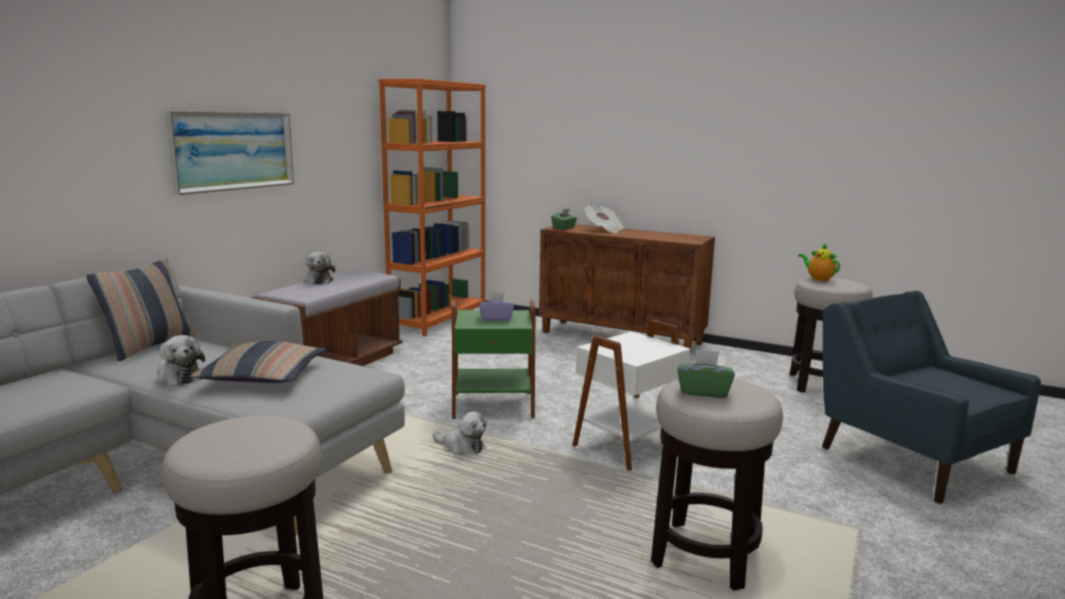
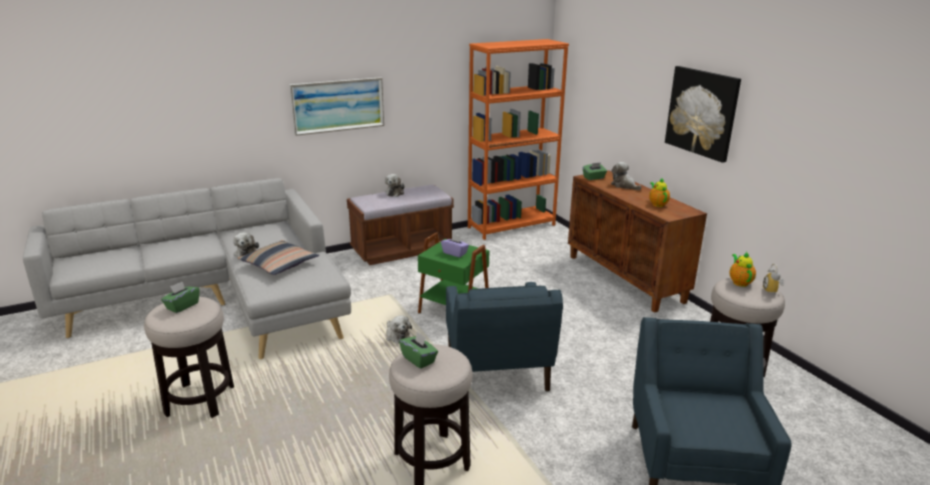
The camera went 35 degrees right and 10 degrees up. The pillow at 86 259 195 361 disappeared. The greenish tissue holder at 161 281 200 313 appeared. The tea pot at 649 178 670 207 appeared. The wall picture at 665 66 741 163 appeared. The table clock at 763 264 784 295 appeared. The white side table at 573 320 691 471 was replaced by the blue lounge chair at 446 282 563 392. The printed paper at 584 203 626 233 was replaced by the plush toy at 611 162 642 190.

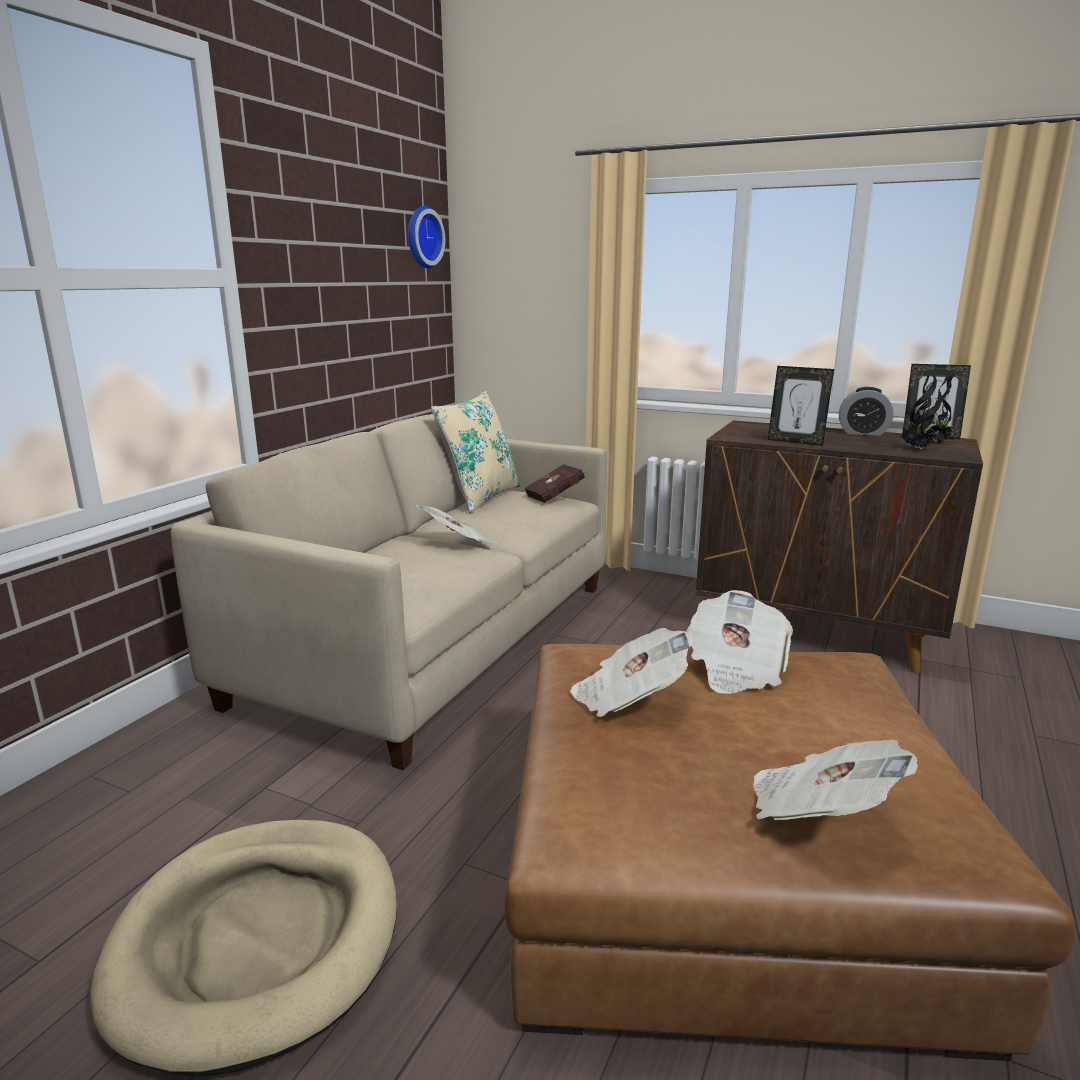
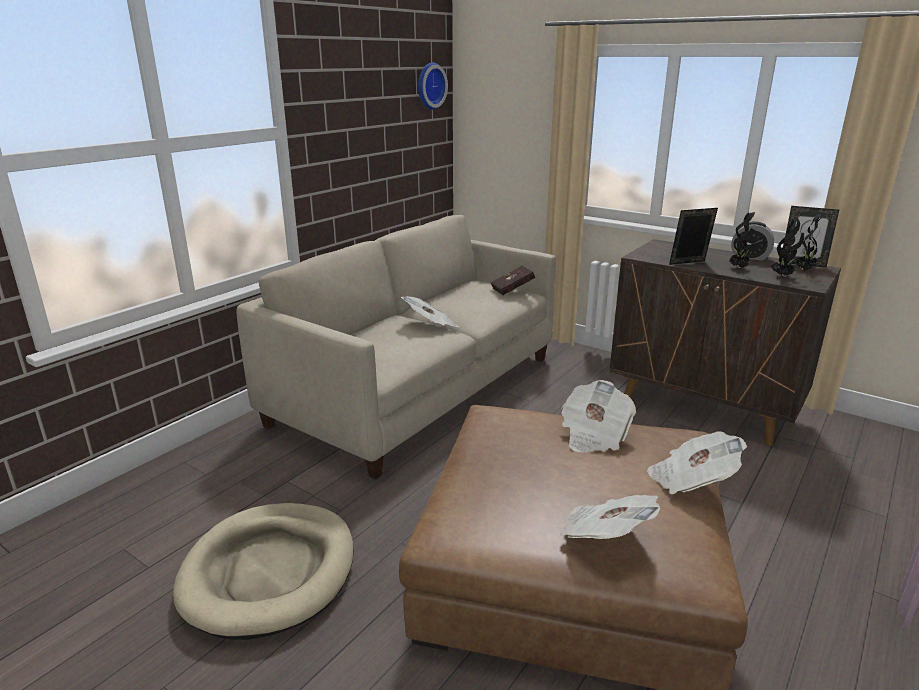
The camera went 10 degrees right and 5 degrees up. The beige pillow at 431 391 520 514 disappeared. The houseplant at 729 212 755 269 appeared. The printed paper moved from 570 628 695 717 to 647 431 747 495. The standing frame at 768 366 834 446 turned 120 degrees clockwise.

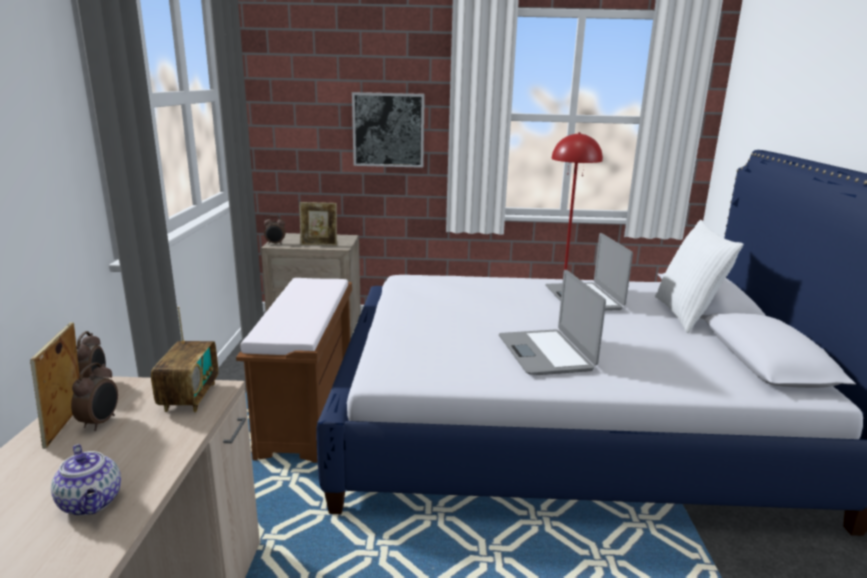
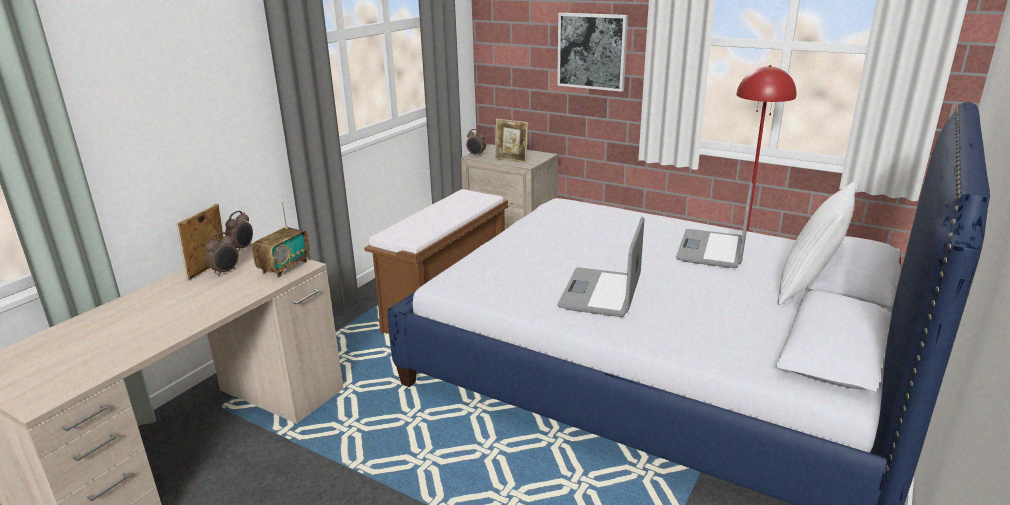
The camera went 30 degrees right and 5 degrees up. The tea pot at 51 444 121 516 disappeared.

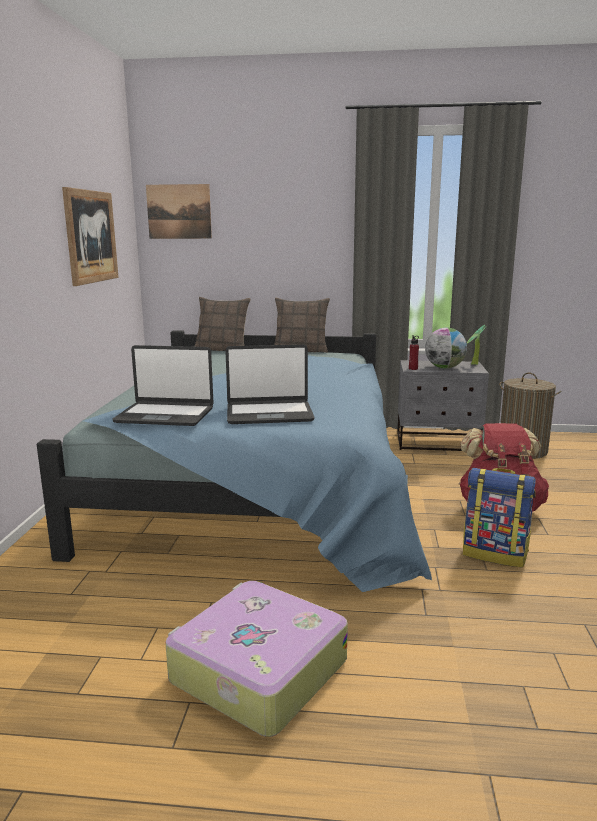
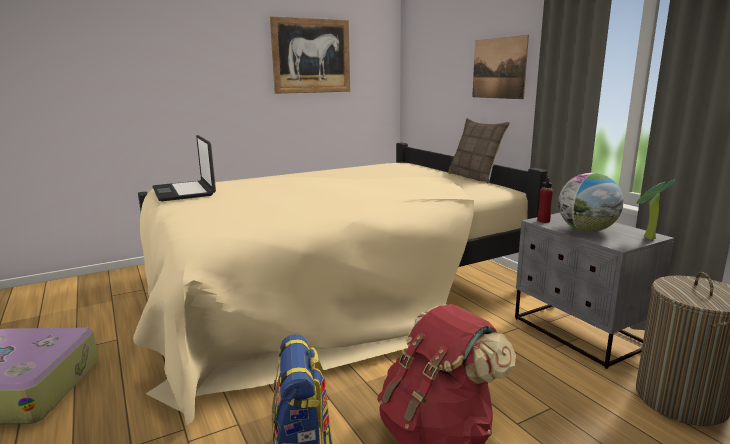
The camera went 55 degrees right and 0 degrees up. The pillow at 194 297 251 351 disappeared. The portable computer at 225 344 315 424 disappeared. The wall picture moved from 146 184 212 239 to 472 35 529 99. The blue bedroom bed at 37 330 432 592 became the beige bedroom bed at 133 142 547 425.

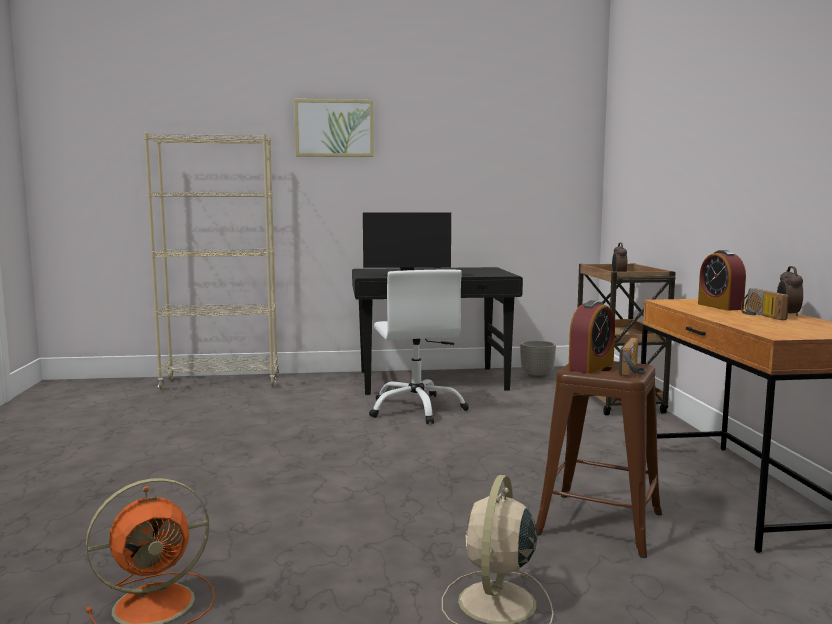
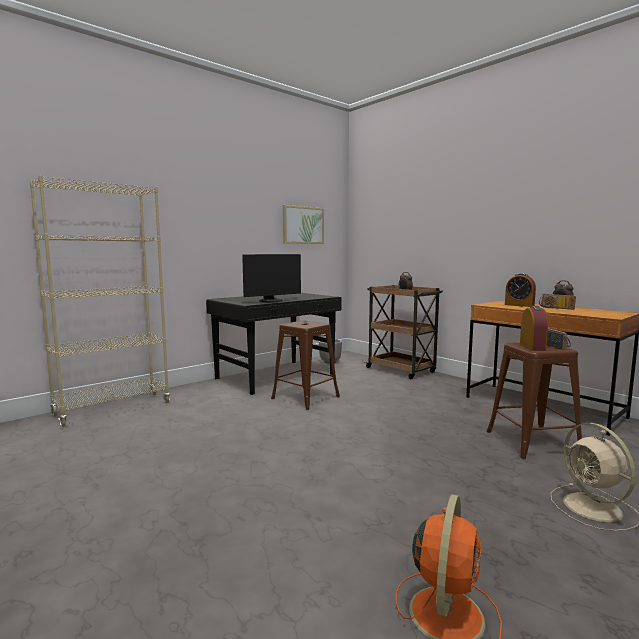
The camera went 35 degrees left and 0 degrees up. The wall picture moved from 294 99 374 157 to 283 205 324 244. The white office chair at 369 270 469 424 was replaced by the brown stool seat at 271 321 340 410.

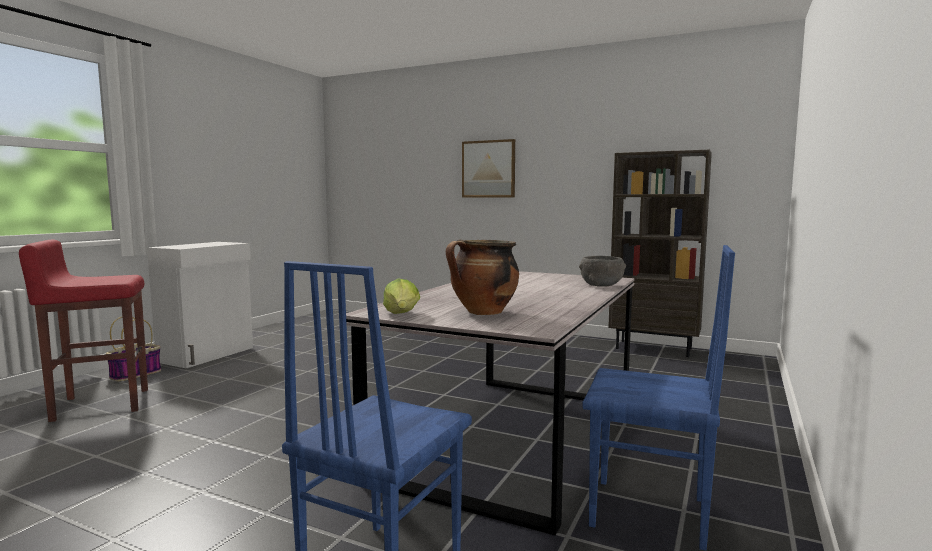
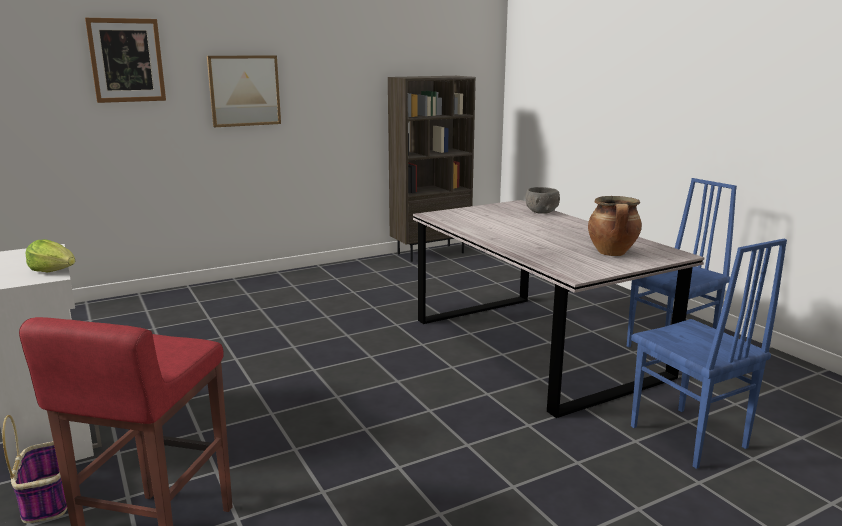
The camera went 55 degrees left and 10 degrees up. The wall picture at 85 18 166 103 appeared. The head of lettuce moved from 383 279 420 314 to 25 239 76 272.

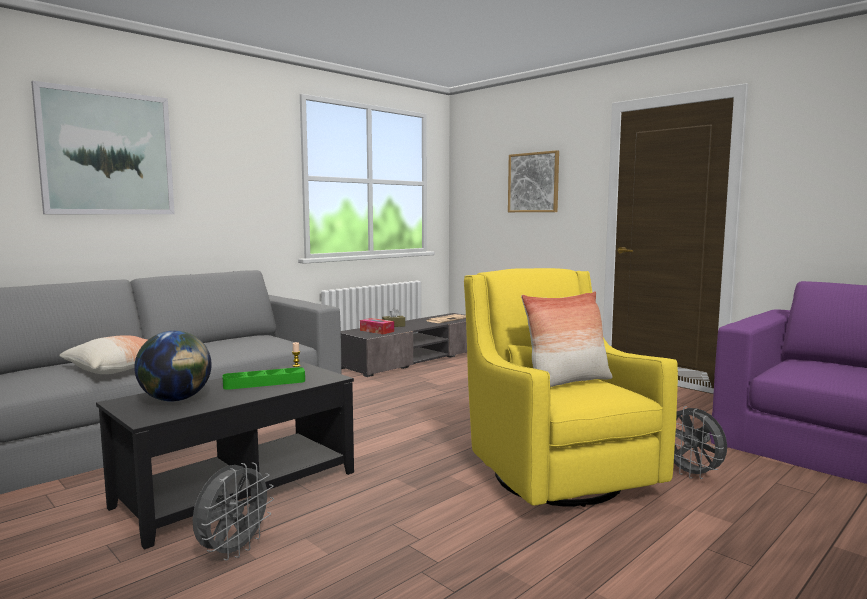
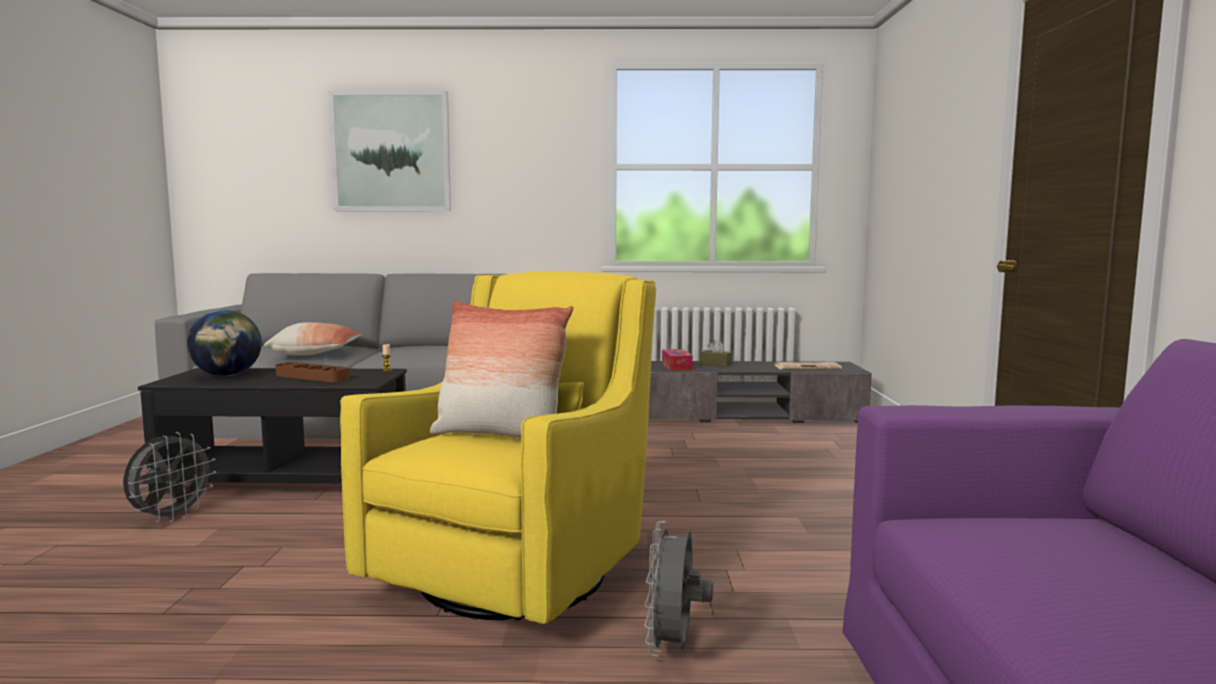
The camera went 45 degrees right and 0 degrees up. The wall picture at 508 150 559 212 disappeared. The greenish carrying tray at 222 367 305 390 became the brown carrying tray at 275 362 349 382. The grey fan at 193 462 274 561 turned 45 degrees counterclockwise.

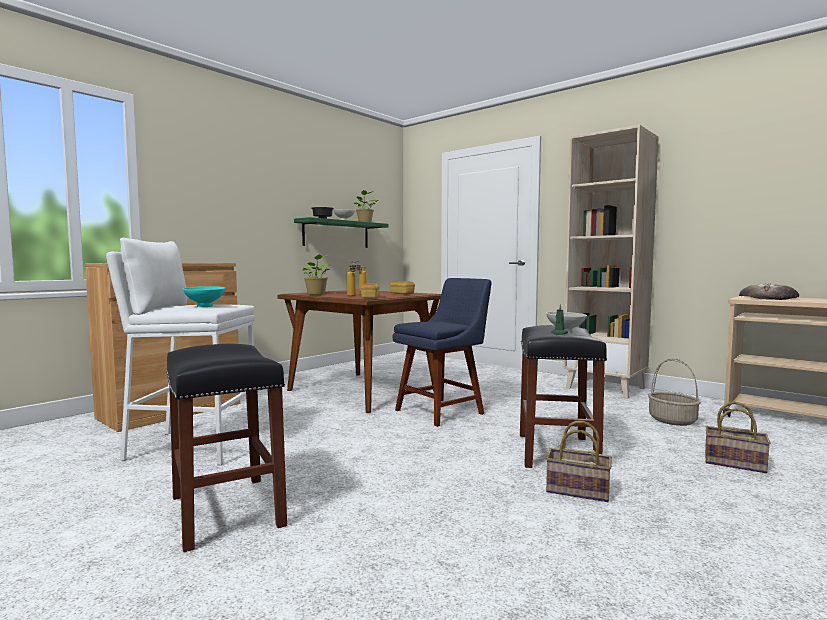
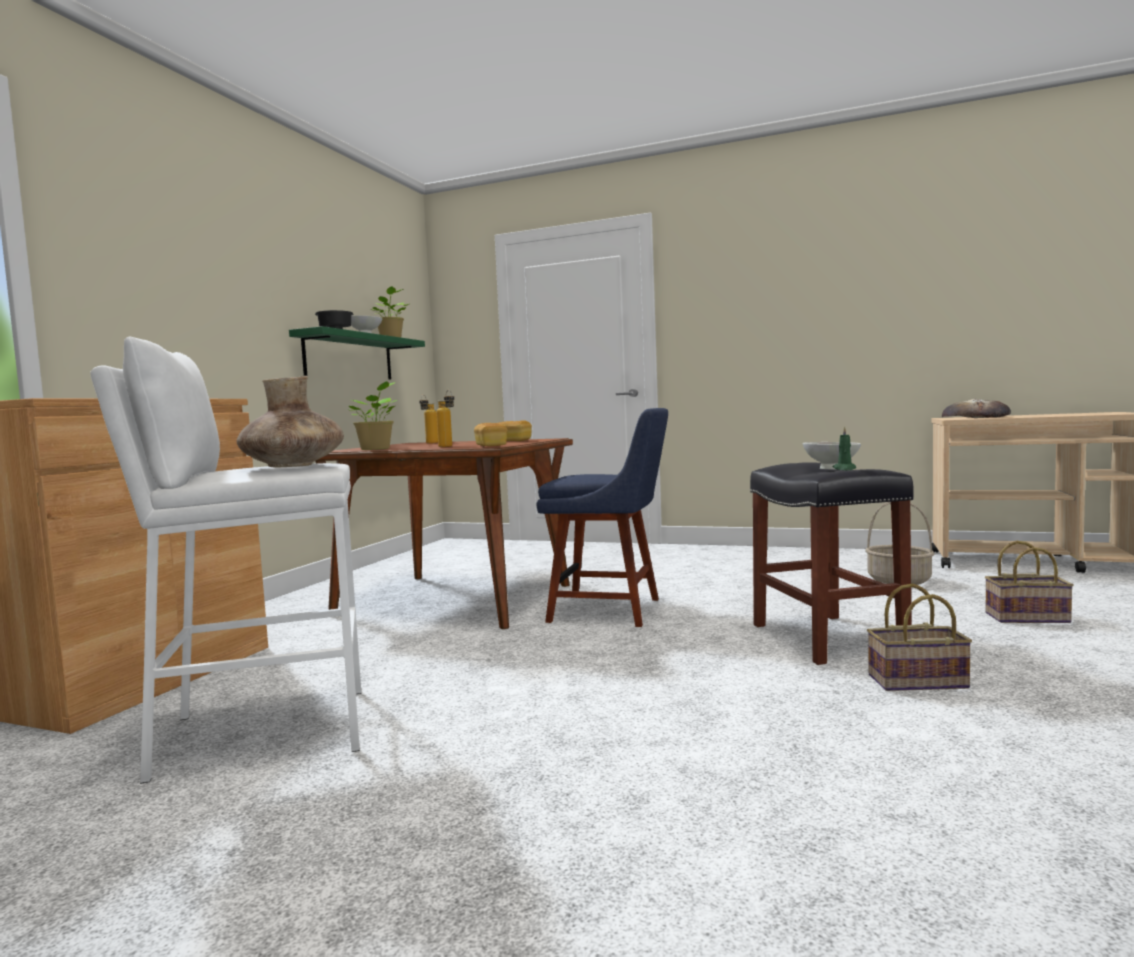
The camera went 20 degrees left and 0 degrees up. The black stool seat at 166 344 287 552 disappeared. The beige shelving unit at 563 125 659 399 disappeared. The blue-green serving bowl at 183 286 225 307 was replaced by the brown flower vase at 236 376 344 467. The blue chair at 392 278 492 427 turned 75 degrees clockwise.

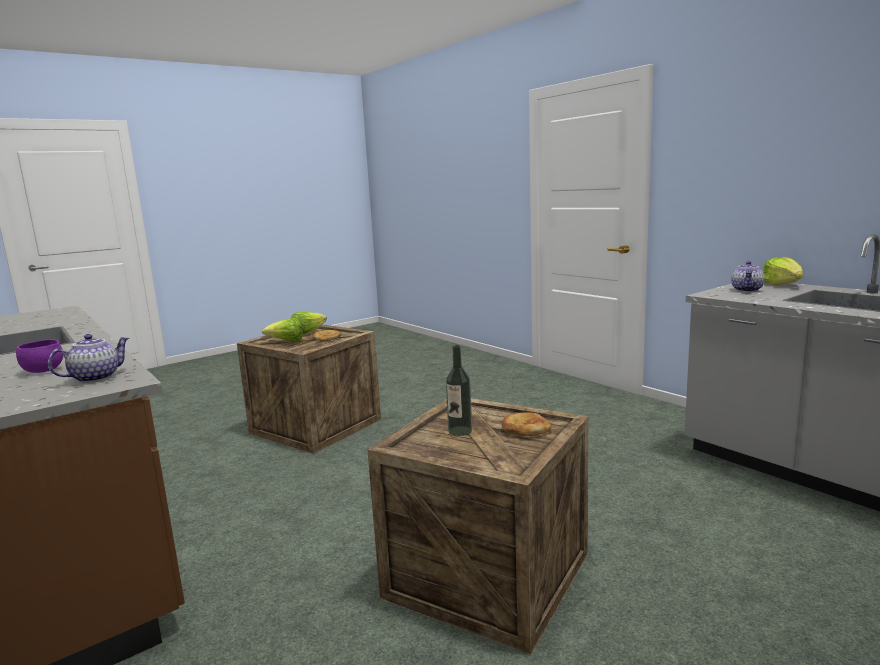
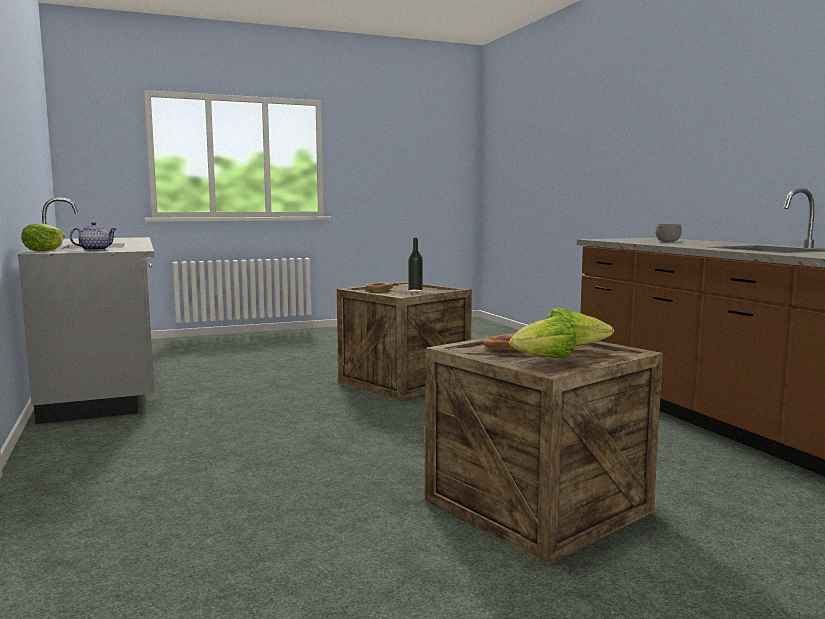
The camera went 165 degrees left and 5 degrees down. The tea pot at 48 334 129 382 disappeared. The purple serving bowl at 16 340 63 373 became the grey serving bowl at 655 224 682 242.

